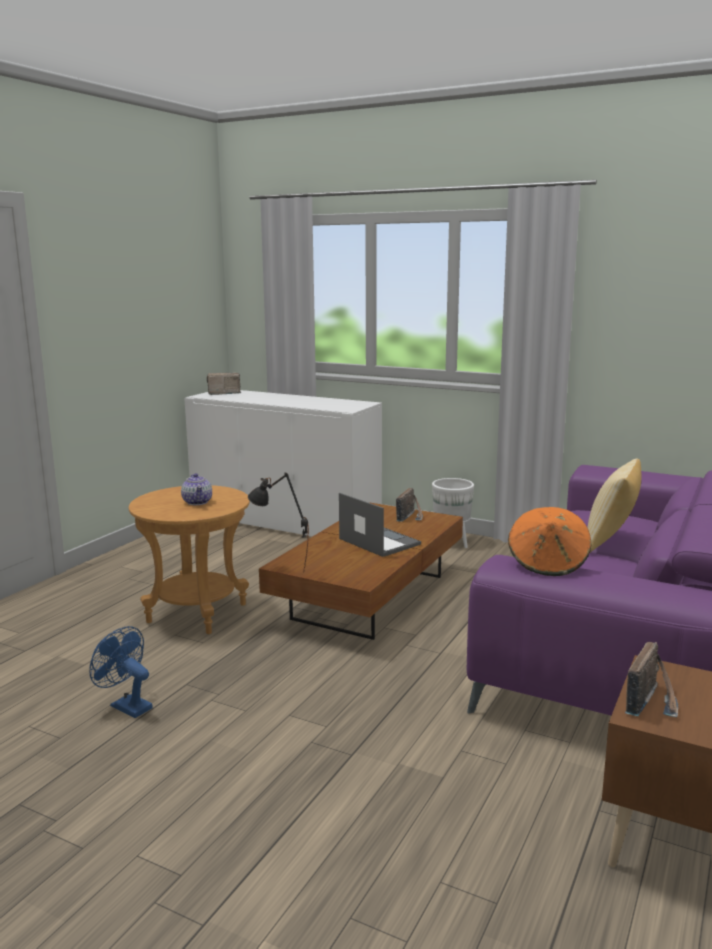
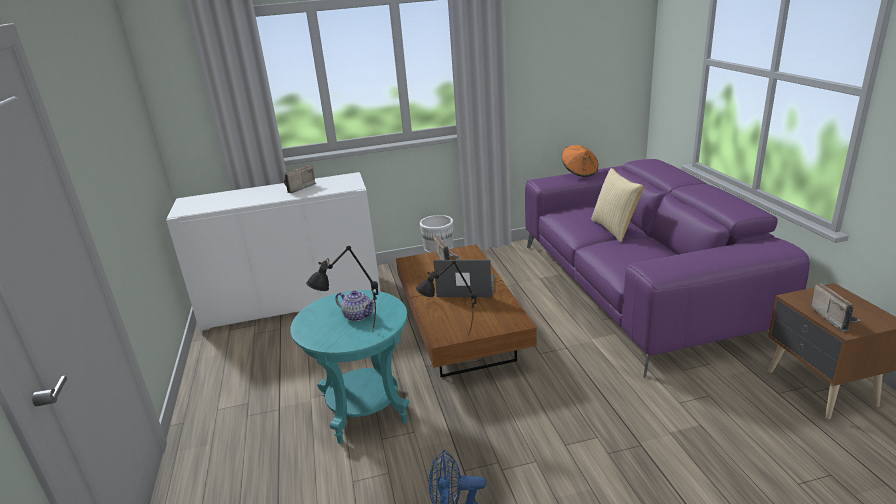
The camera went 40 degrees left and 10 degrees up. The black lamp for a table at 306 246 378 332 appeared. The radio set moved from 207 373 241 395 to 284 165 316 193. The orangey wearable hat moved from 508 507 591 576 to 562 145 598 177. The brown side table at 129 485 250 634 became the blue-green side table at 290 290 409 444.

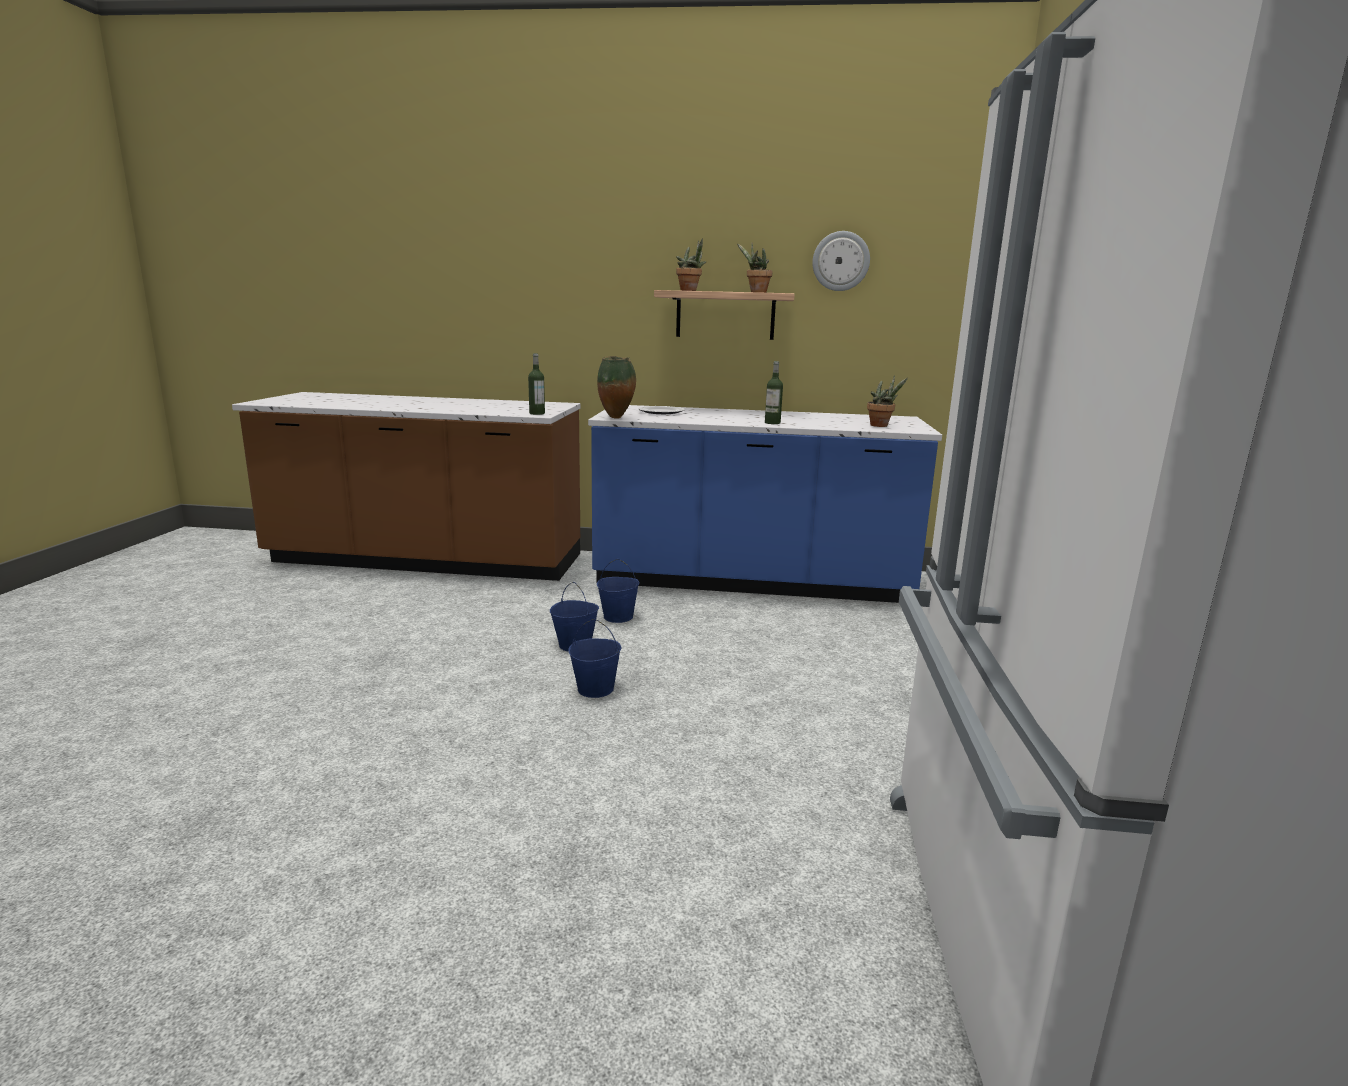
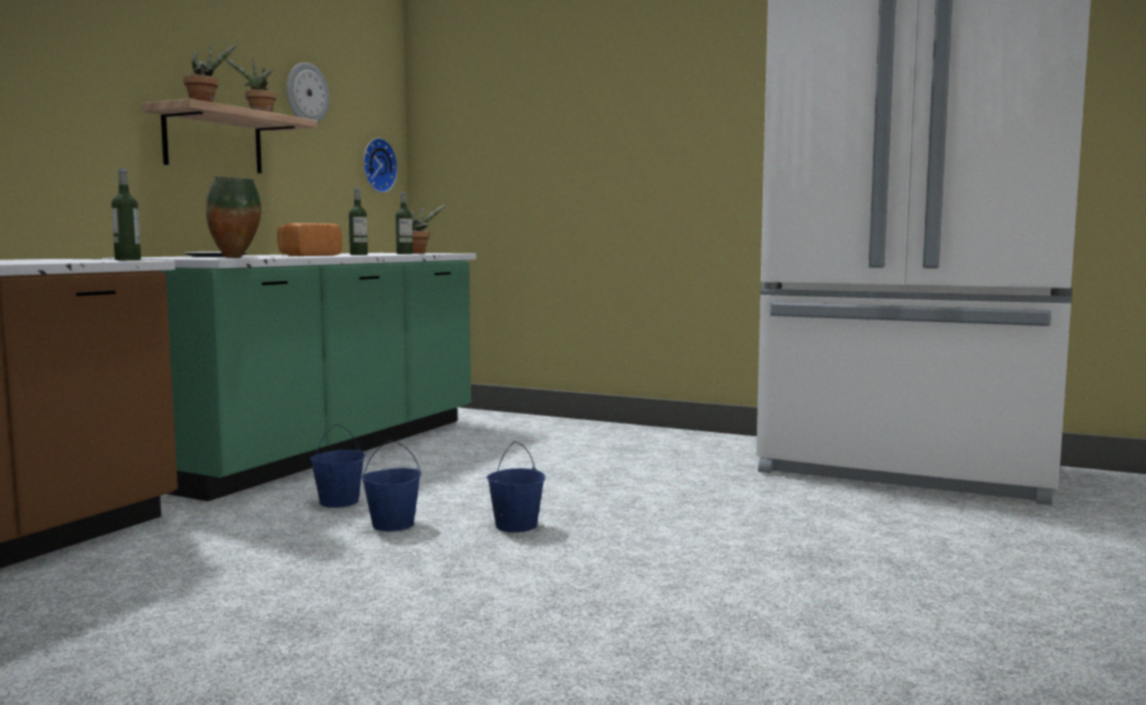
The camera went 70 degrees left and 10 degrees down. The bread at 277 223 342 256 appeared. The wall clock at 363 138 398 193 appeared. The drink bottle at 395 191 413 254 appeared. The blue kitchen base unit at 588 405 942 603 became the greenish kitchen base unit at 102 253 476 501.

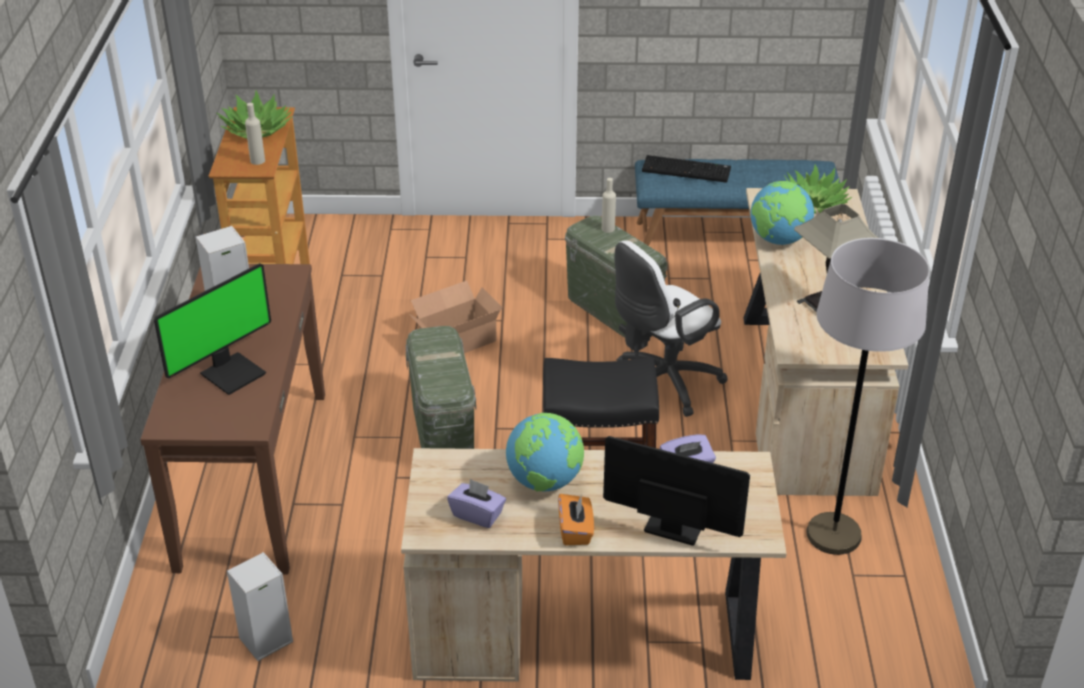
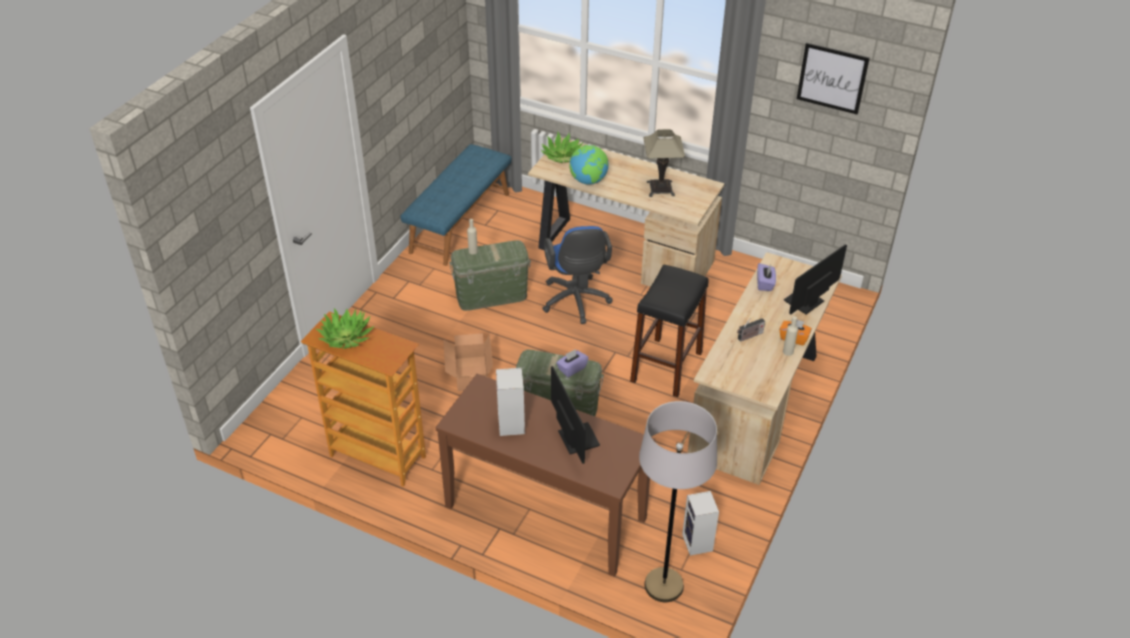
The camera went 65 degrees left and 5 degrees up. The PC keyboard at 642 155 731 183 disappeared. The wall picture at 797 43 870 115 appeared. The beige drink bottle moved from 245 103 265 165 to 783 316 798 356. The purple tissue holder moved from 447 479 506 528 to 556 349 588 377. The grey floor lamp moved from 806 238 930 555 to 639 401 717 602. The desk globe at 506 413 584 491 was replaced by the radio set at 737 318 765 342. The white office chair at 615 241 728 417 became the blue office chair at 542 226 613 324.

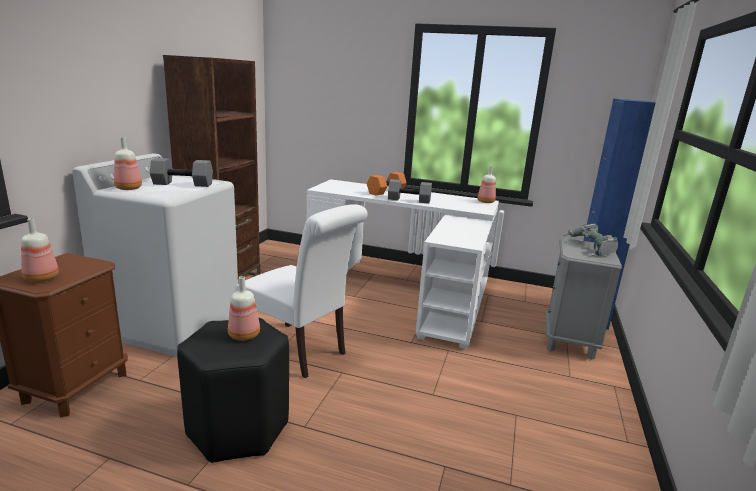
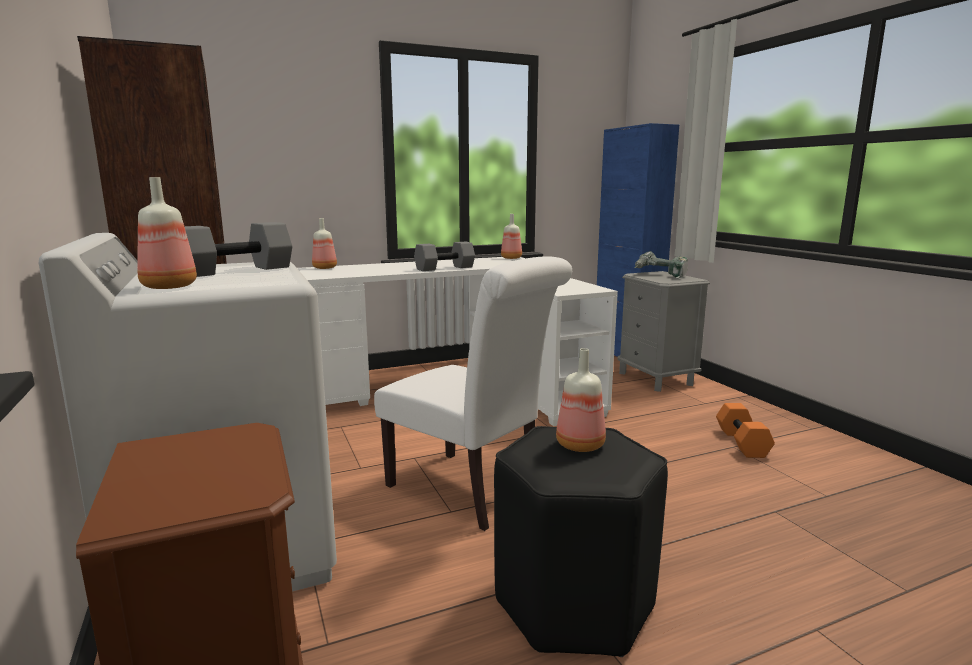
The camera went 40 degrees left and 5 degrees down. The drink bottle moved from 21 218 59 282 to 312 218 337 269. The orangey dumbbell moved from 367 172 407 196 to 716 403 775 458. The white chair at 235 204 368 378 turned 45 degrees clockwise.

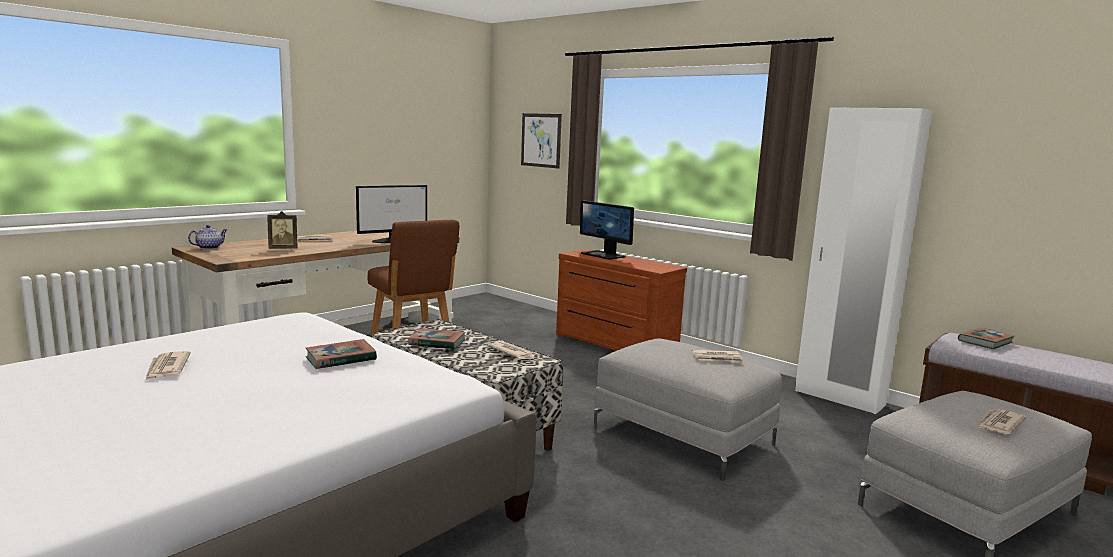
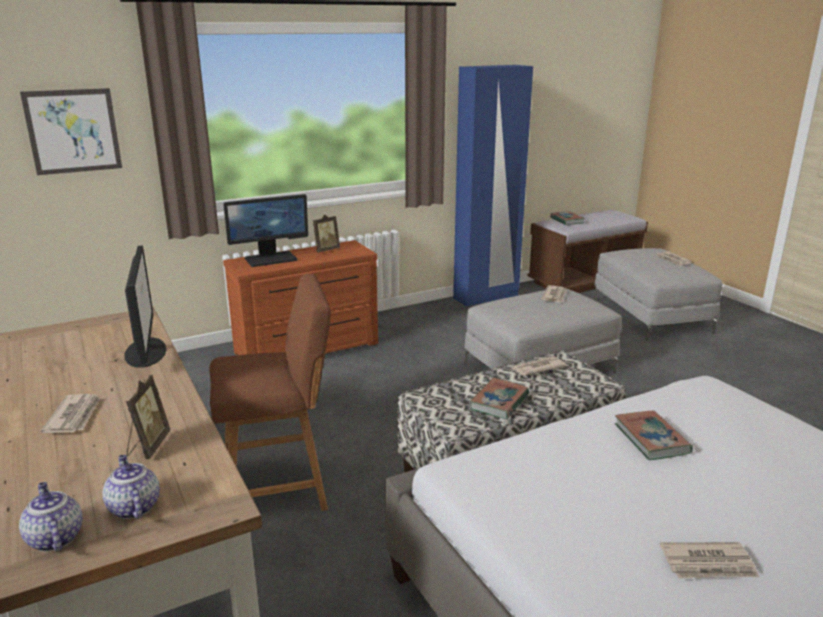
The camera went 70 degrees left and 10 degrees up. The tea pot at 103 455 160 519 appeared. The standing frame at 313 214 340 253 appeared. The white armoire at 795 108 932 414 became the blue armoire at 453 65 533 307.

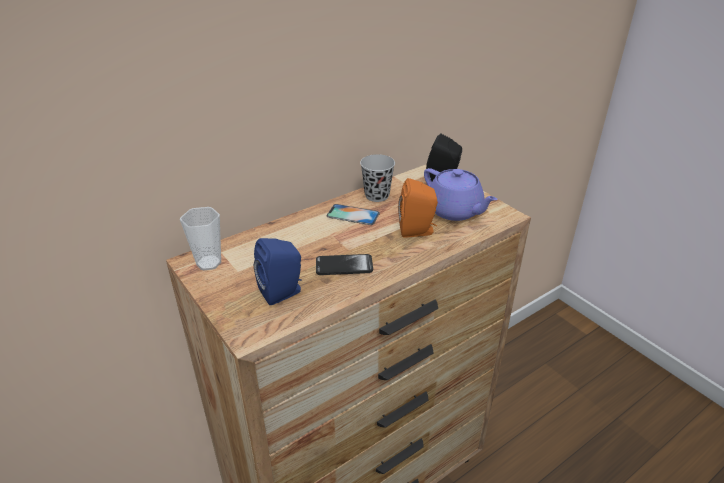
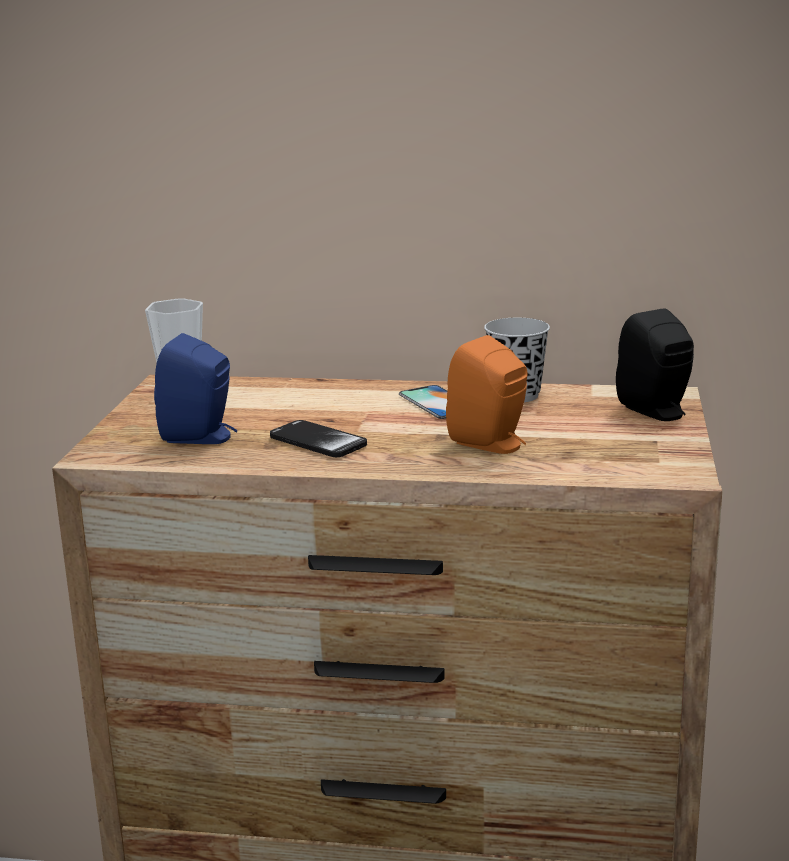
The camera went 45 degrees right and 15 degrees down. The purple tea pot at 424 168 498 221 disappeared.

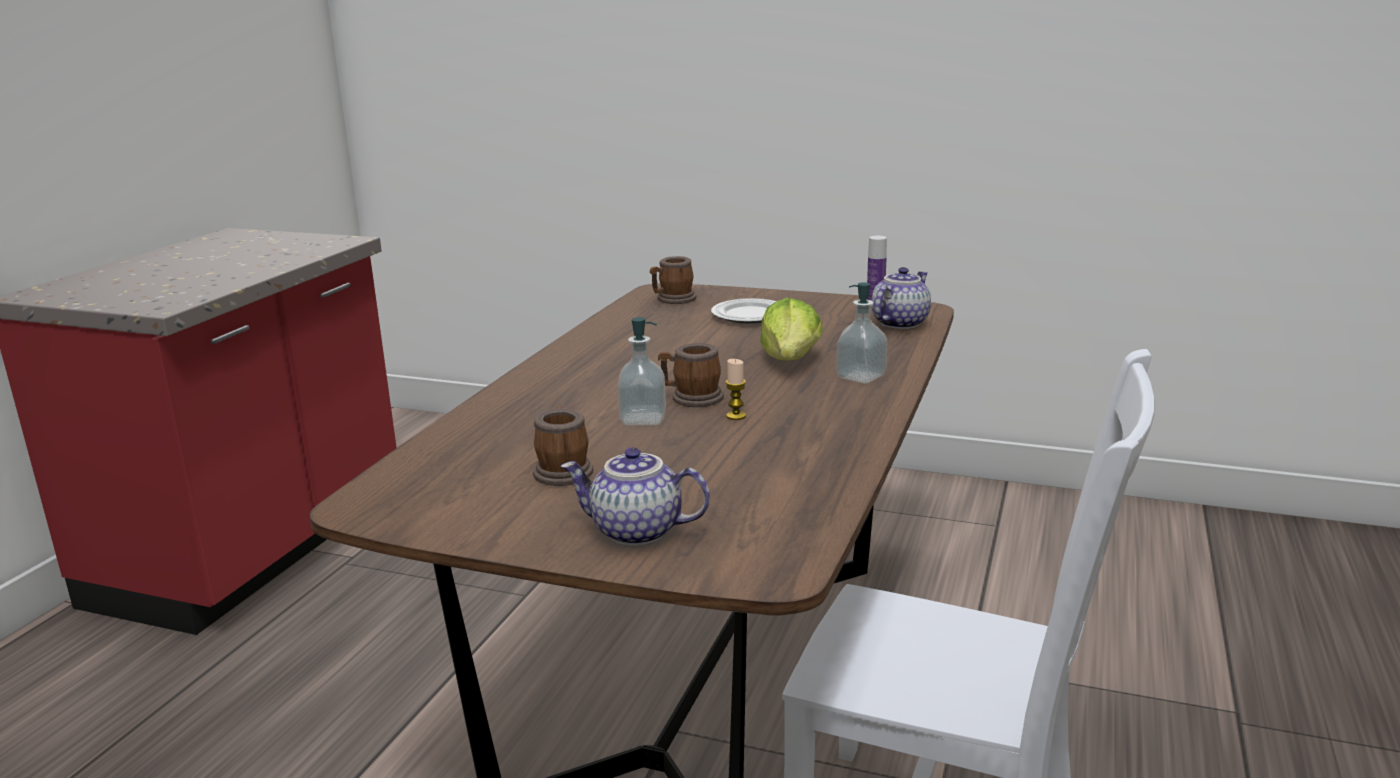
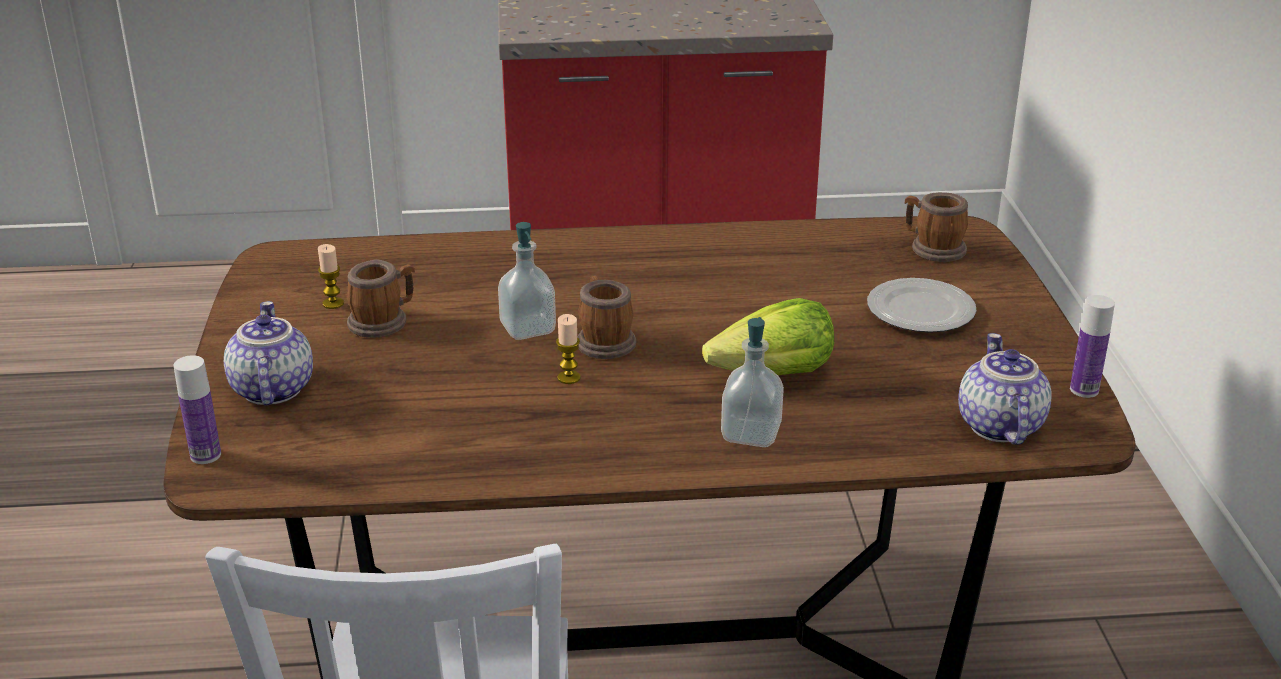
The camera went 65 degrees right and 10 degrees up. The drink bottle at 173 355 221 464 appeared. The wax candle at 318 244 344 309 appeared. The tea pot at 872 267 931 329 turned 105 degrees counterclockwise.

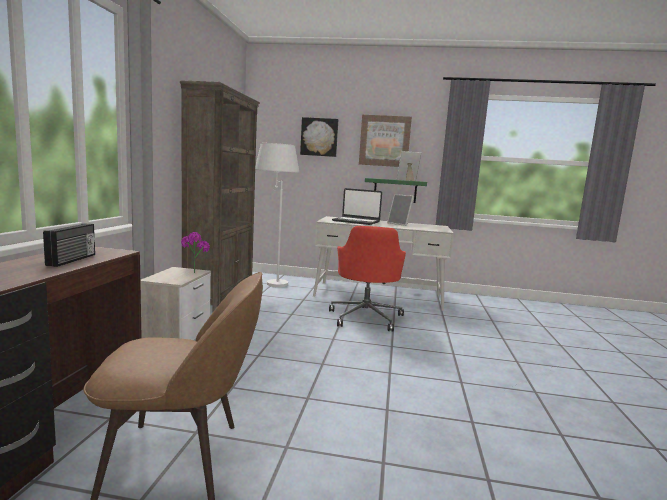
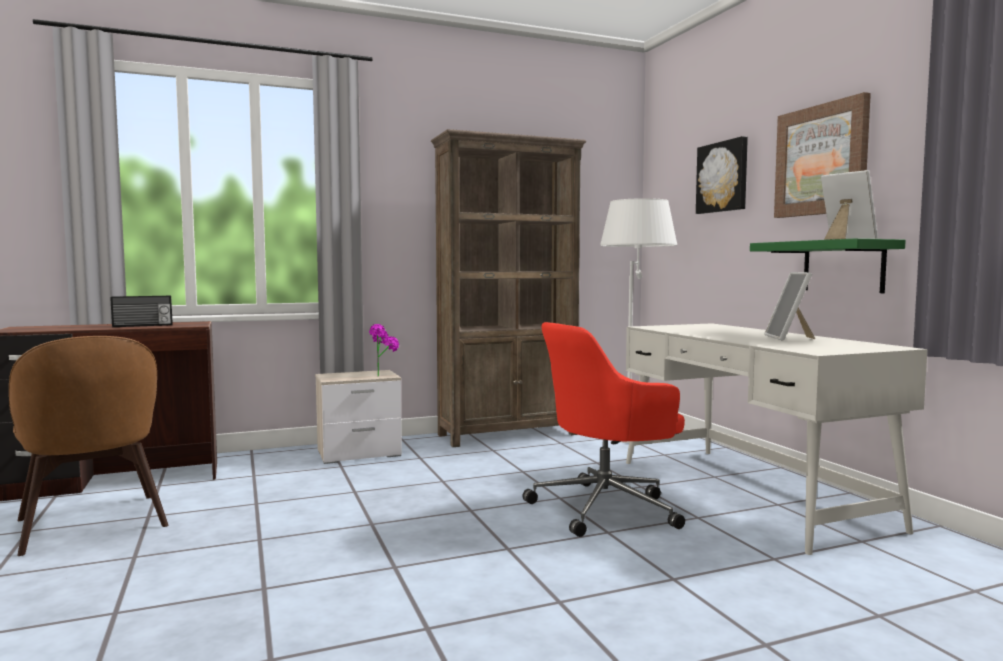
The camera went 60 degrees right and 5 degrees down. The portable computer at 332 188 382 225 disappeared.

